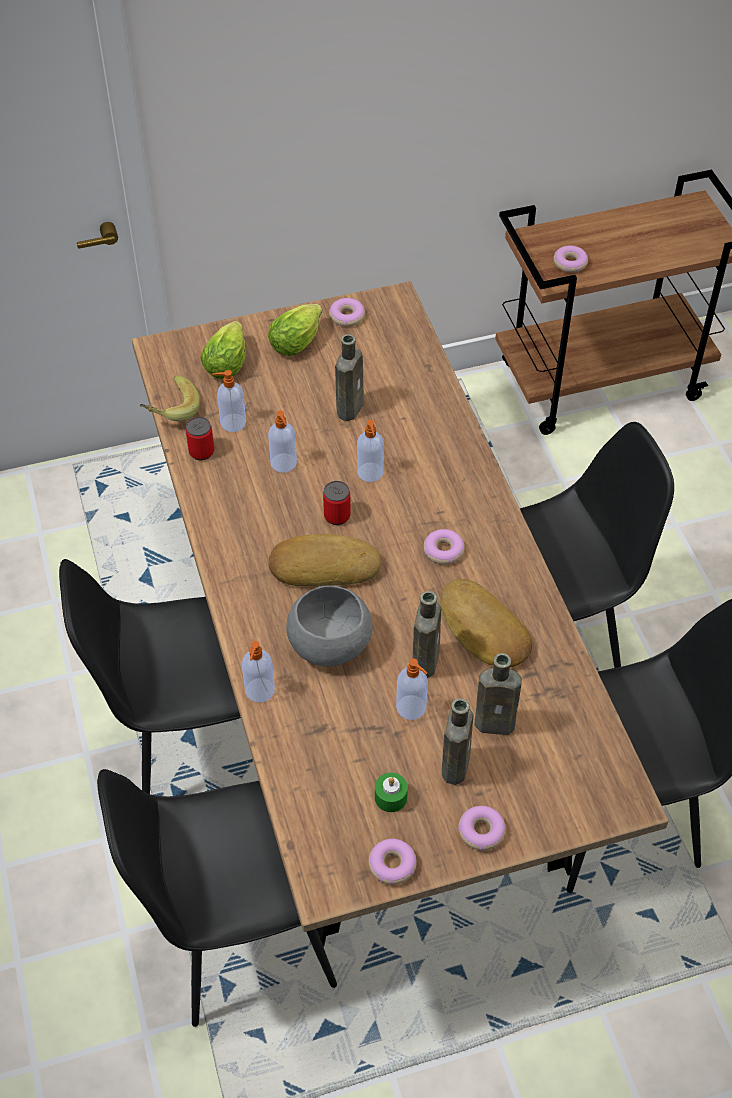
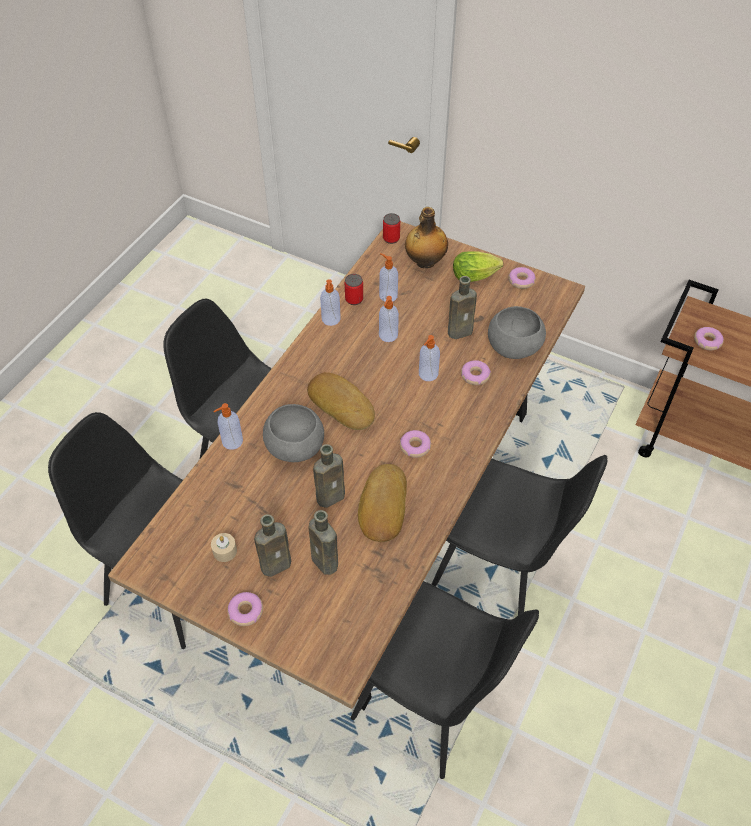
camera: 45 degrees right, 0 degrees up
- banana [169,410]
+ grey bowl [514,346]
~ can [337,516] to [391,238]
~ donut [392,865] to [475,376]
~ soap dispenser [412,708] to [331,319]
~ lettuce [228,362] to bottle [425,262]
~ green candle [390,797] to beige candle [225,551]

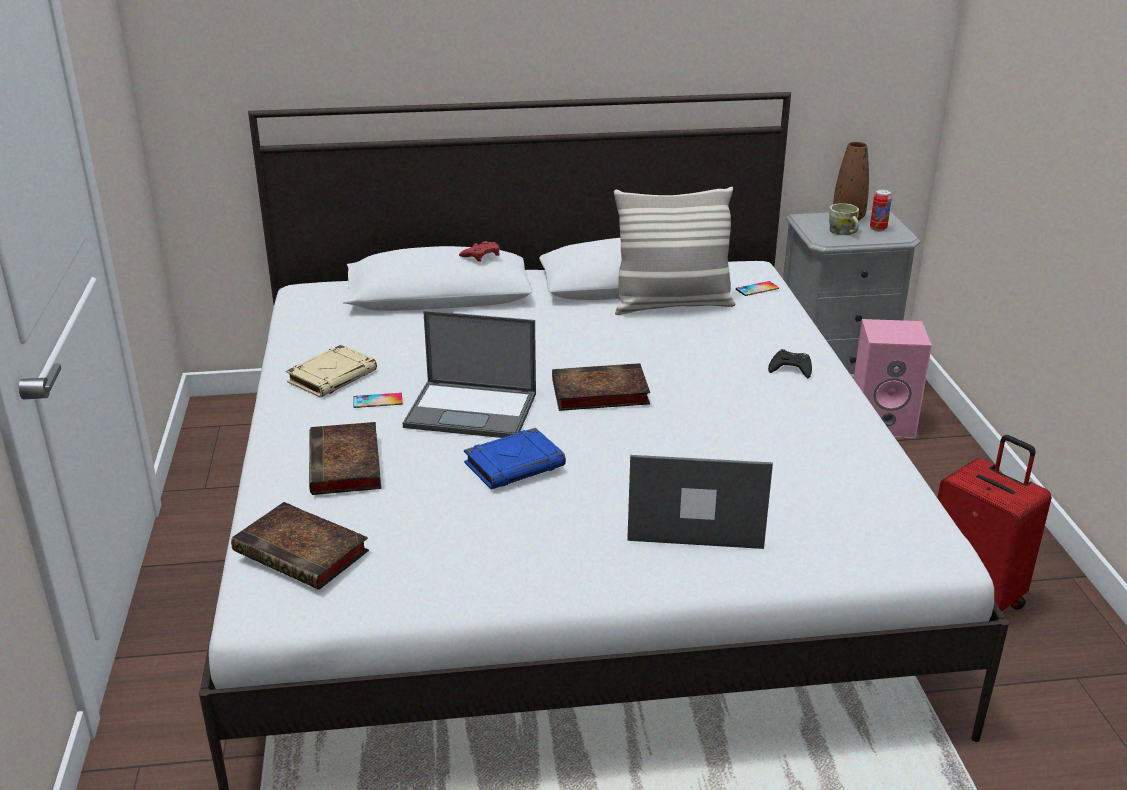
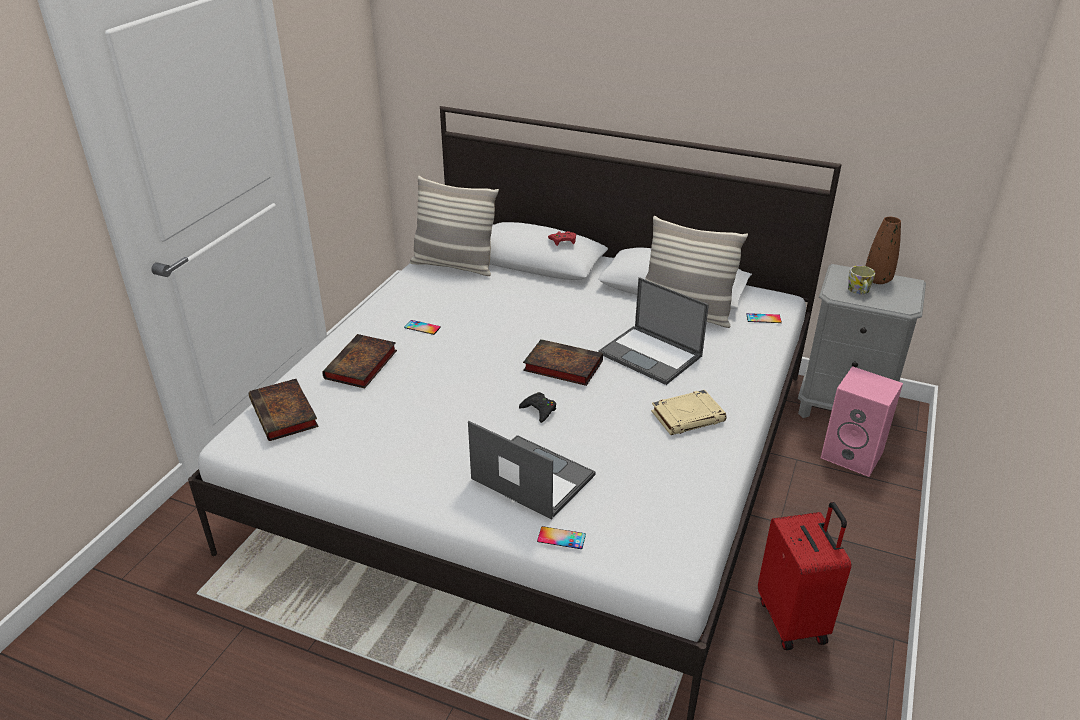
camera: 30 degrees right, 5 degrees up
- blue book [515,464]
- can [878,229]
+ pillow [454,265]
+ phone [561,538]
~ beige book [332,376] to [688,416]
~ laptop [473,410] to [651,355]
~ black game controller [791,369] to [539,410]

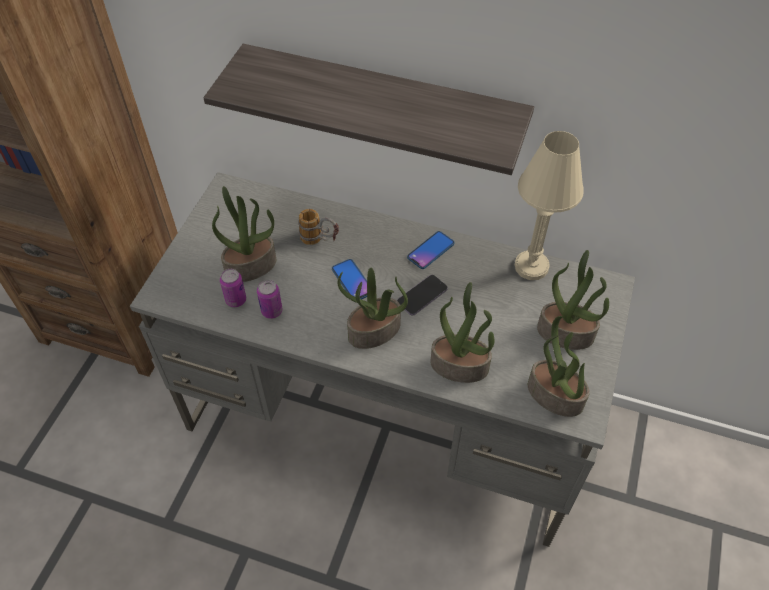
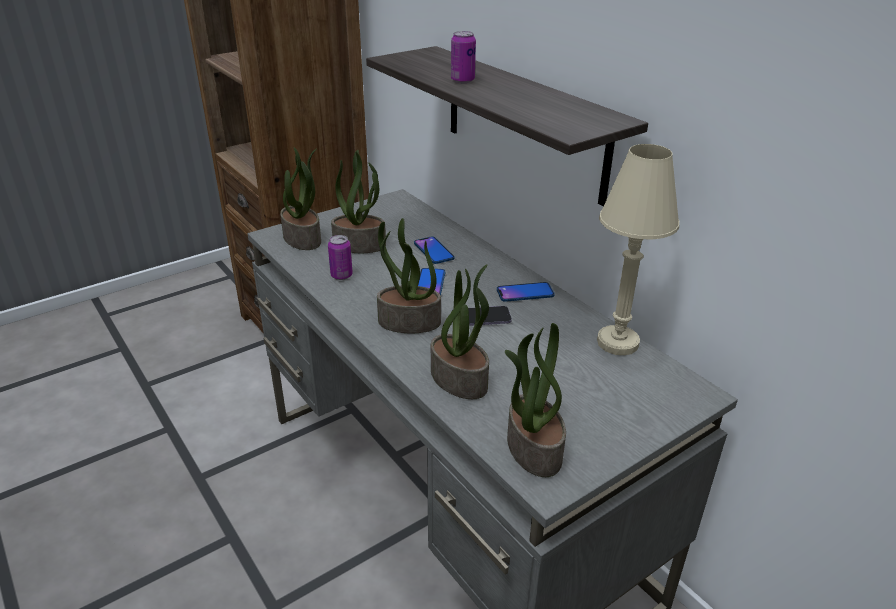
camera: 35 degrees right, 20 degrees down
~ can [236,300] to [462,80]
~ potted plant [566,333] to [303,239]
~ mug [320,240] to phone [433,251]

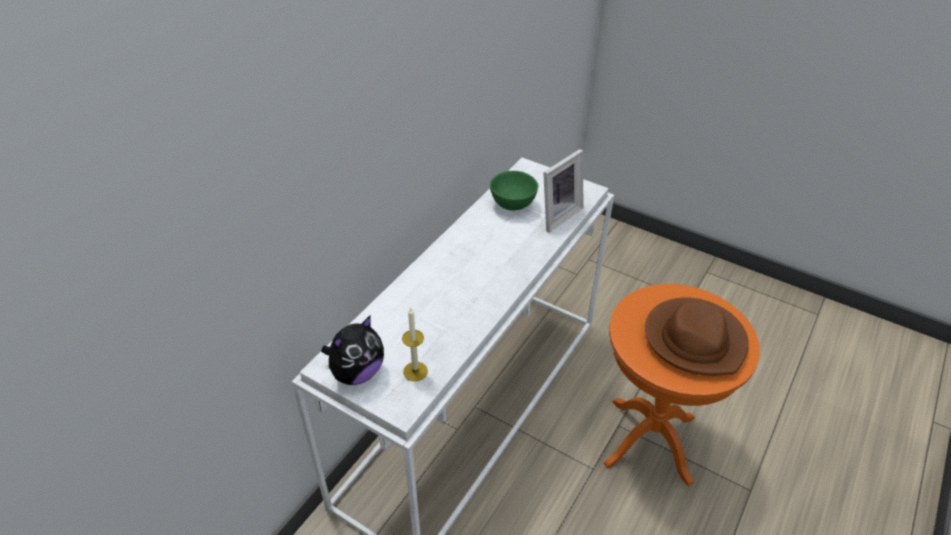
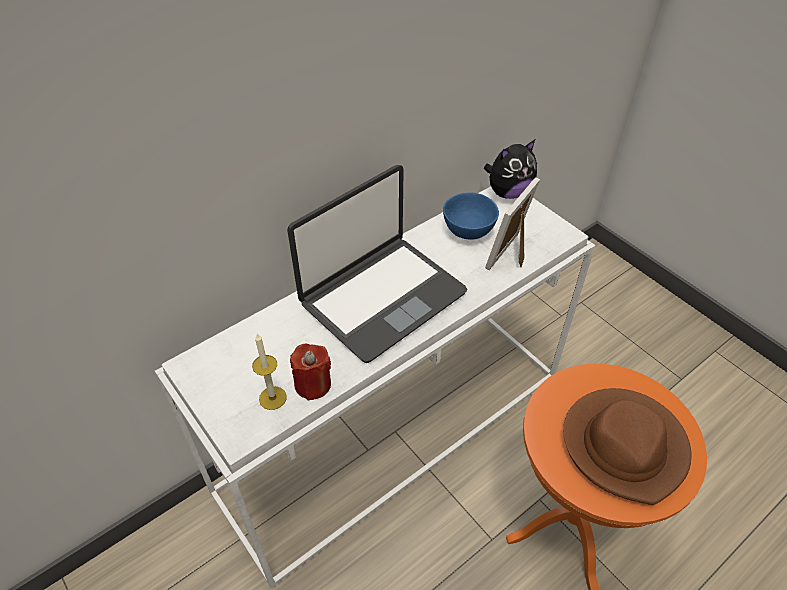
camera: 20 degrees right, 5 degrees up
+ laptop [382,297]
+ red candle [313,384]
~ plush toy [357,373] to [508,192]
~ green bowl [513,205] to blue bowl [469,232]
~ picture frame [557,215] = [512,255] 150 degrees clockwise

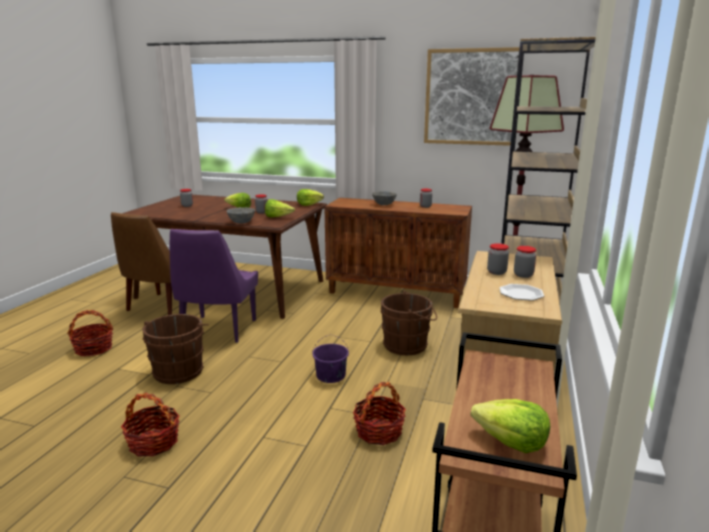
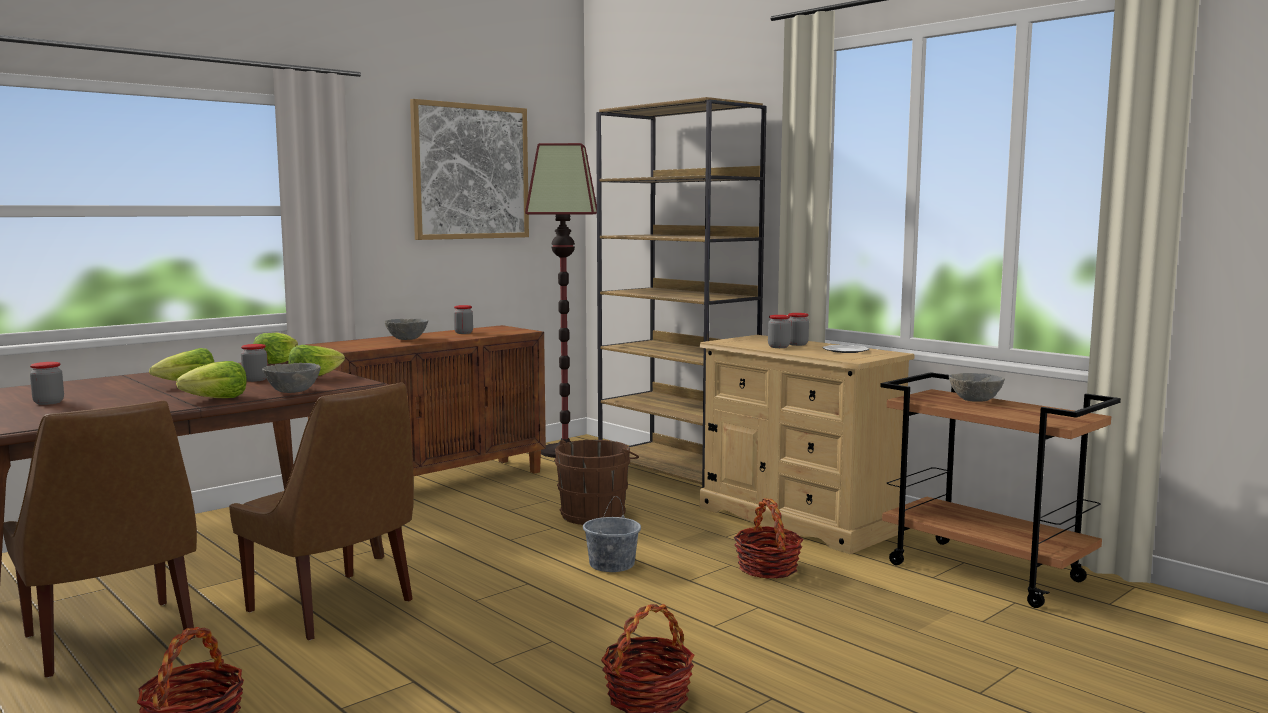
camera: 60 degrees left, 10 degrees down
- brown bucket [179,370]
+ grey bowl [975,400]
~ lettuce [511,442] to [217,399]
~ purple chair [217,330] to brown chair [334,607]
~ purple bucket [331,375] to grey bucket [612,564]

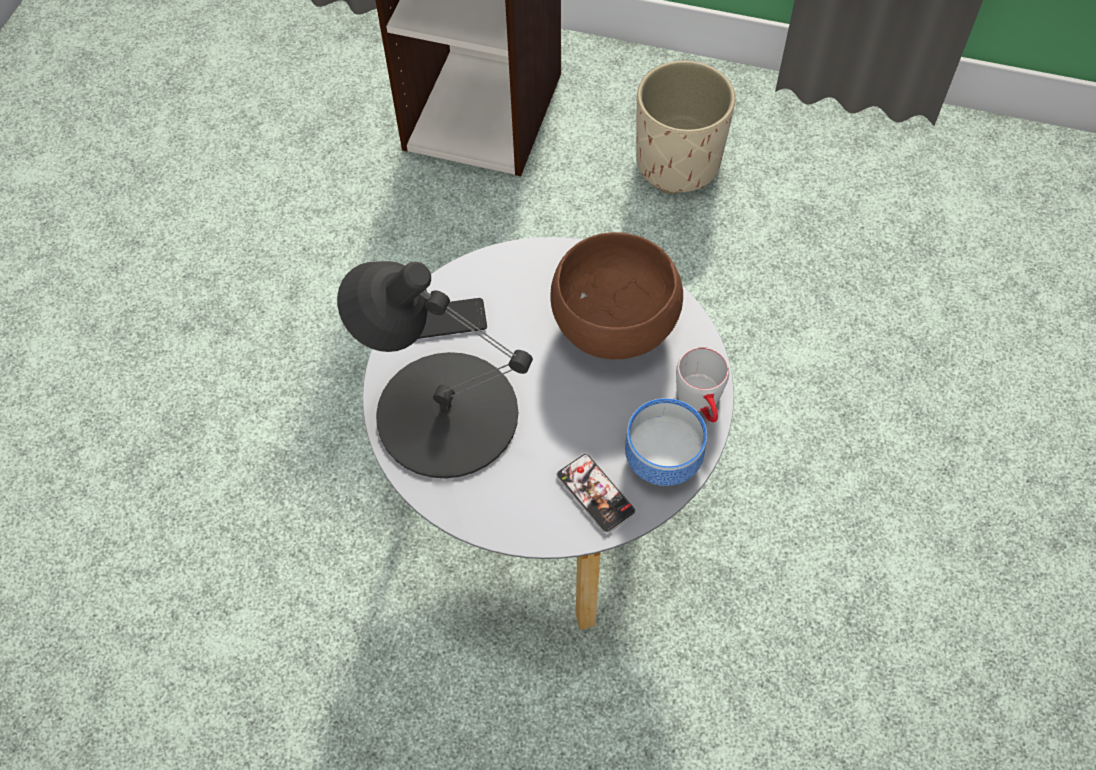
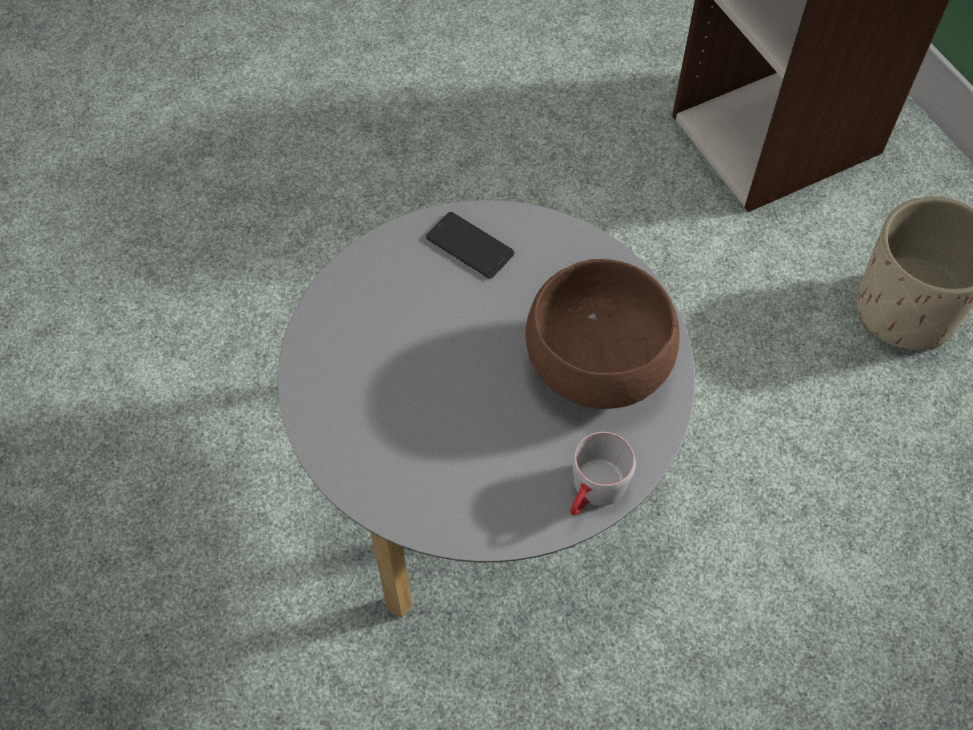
camera: 45 degrees right, 0 degrees up
- black table lamp [445,412]
- phone [595,494]
- bowl [663,455]

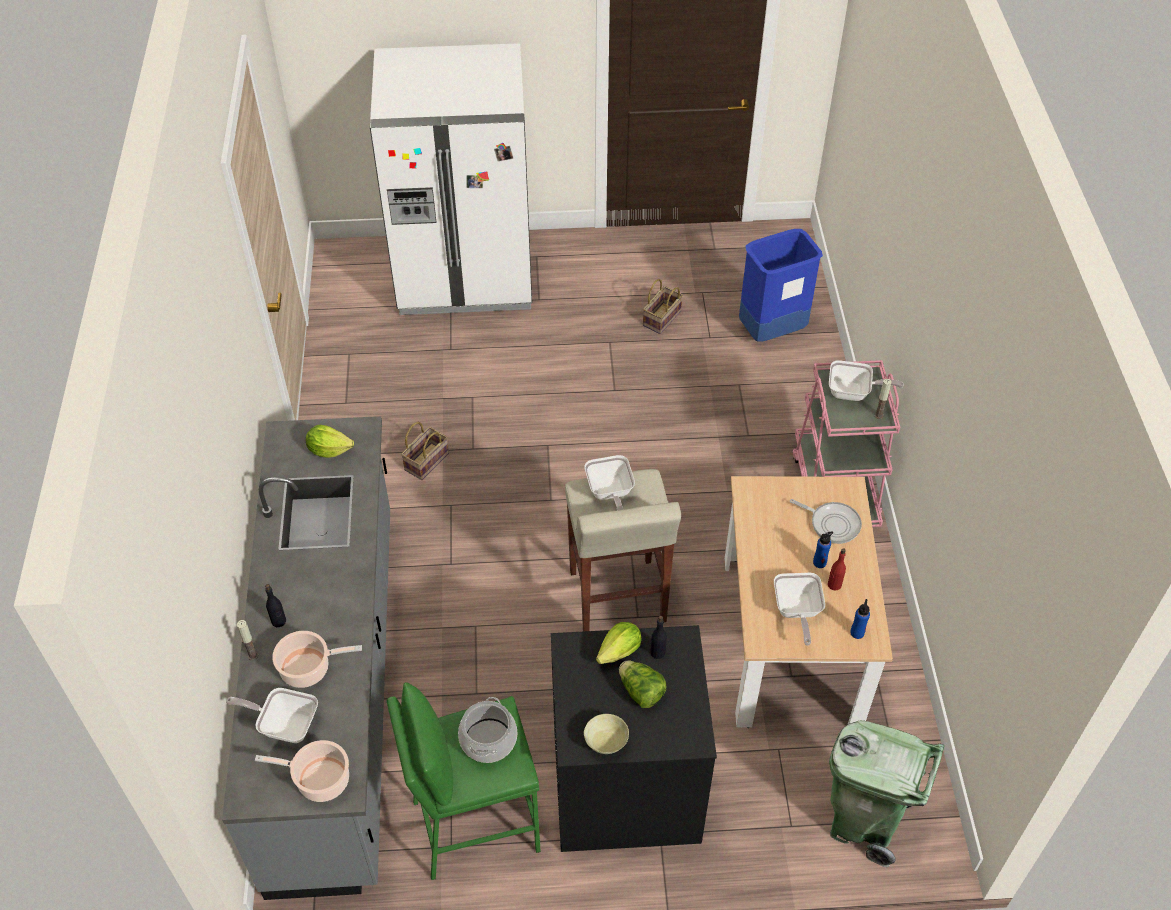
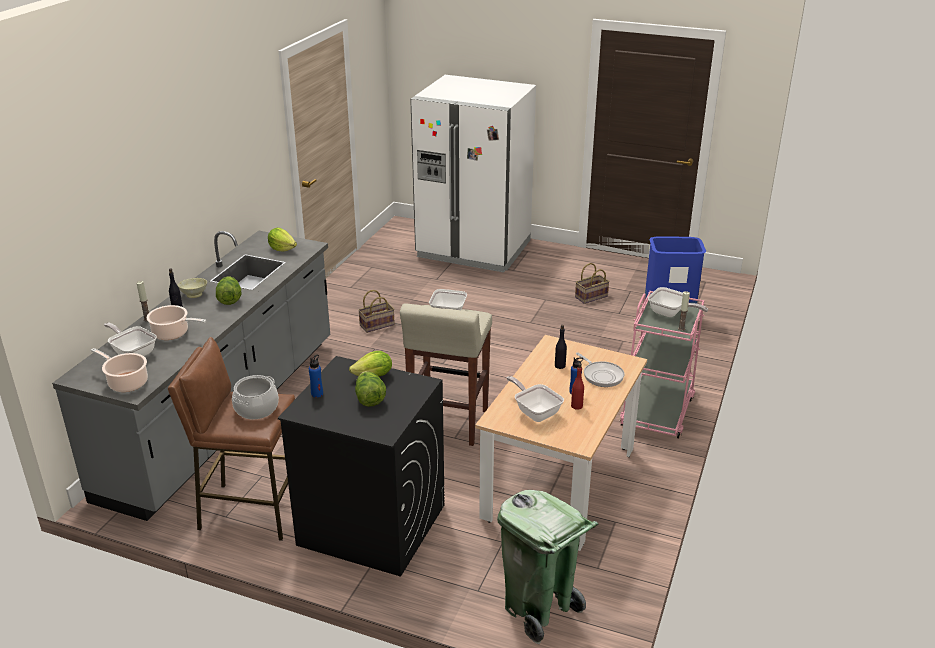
camera: 25 degrees right, 20 degrees down
+ lettuce [229,299]
~ beige bowl [606,742] to [194,295]
~ black bottle [657,652] to [560,366]
~ blue bottle [857,632] to [317,394]
~ green stool [475,824] to brown stool [251,510]
~ frying pan [796,611] = [535,412] 120 degrees clockwise

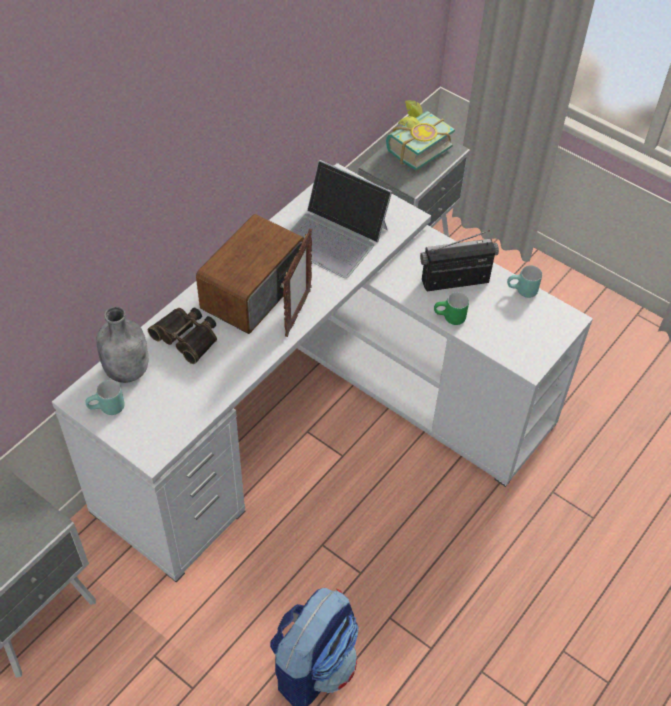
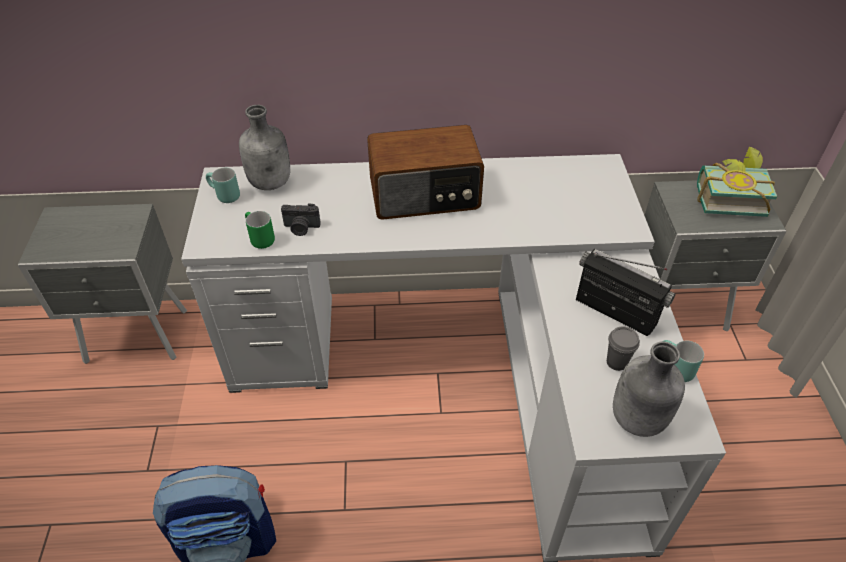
camera: 50 degrees right, 5 degrees down
- binoculars [188,337]
- picture frame [297,313]
- laptop [334,236]
+ photo camera [301,228]
+ grey cup [616,362]
+ grey bottle [637,420]
~ green mug [449,319] to [258,239]

